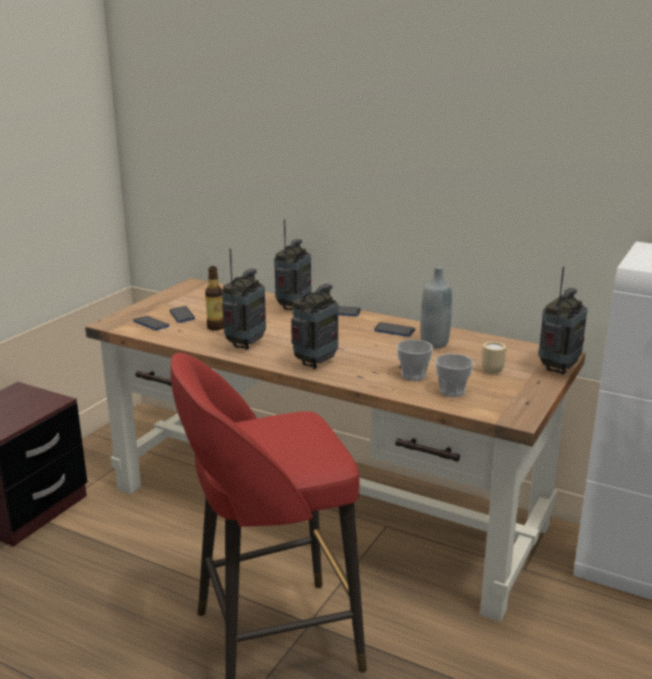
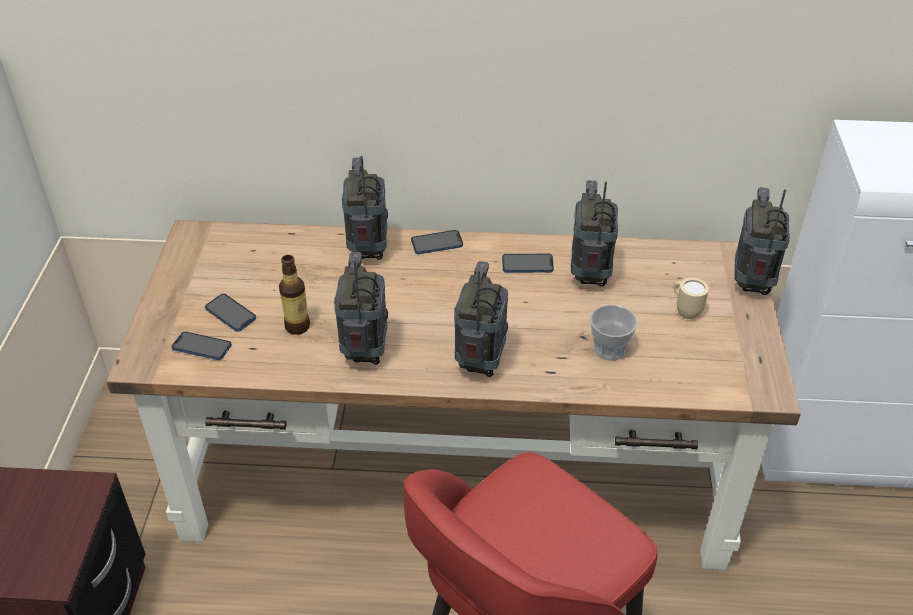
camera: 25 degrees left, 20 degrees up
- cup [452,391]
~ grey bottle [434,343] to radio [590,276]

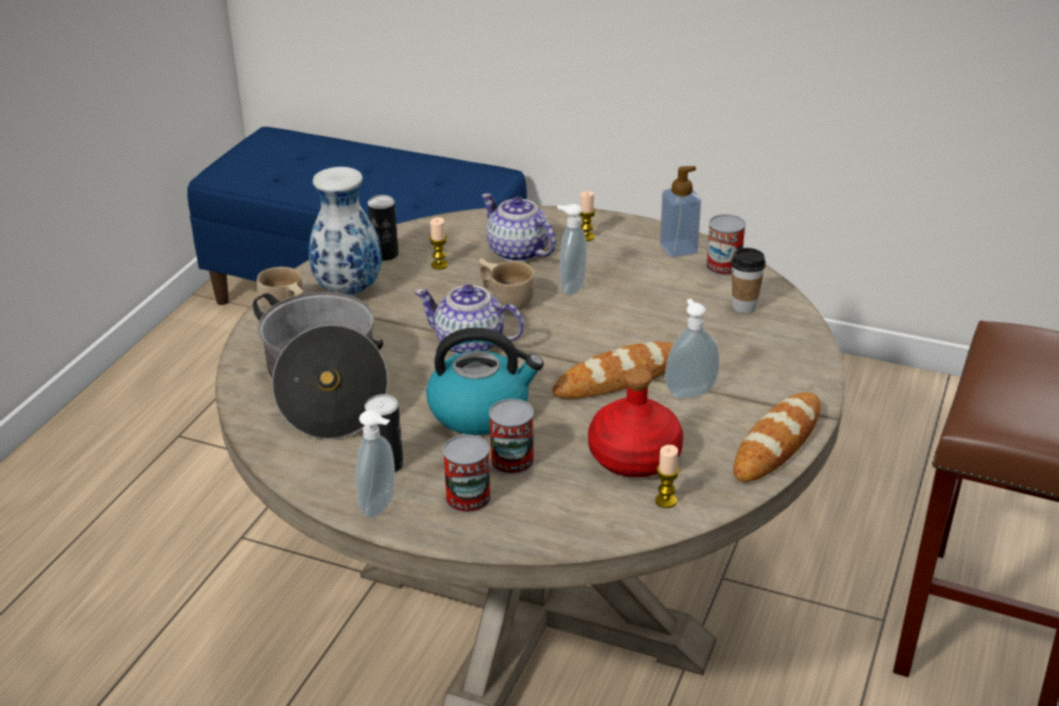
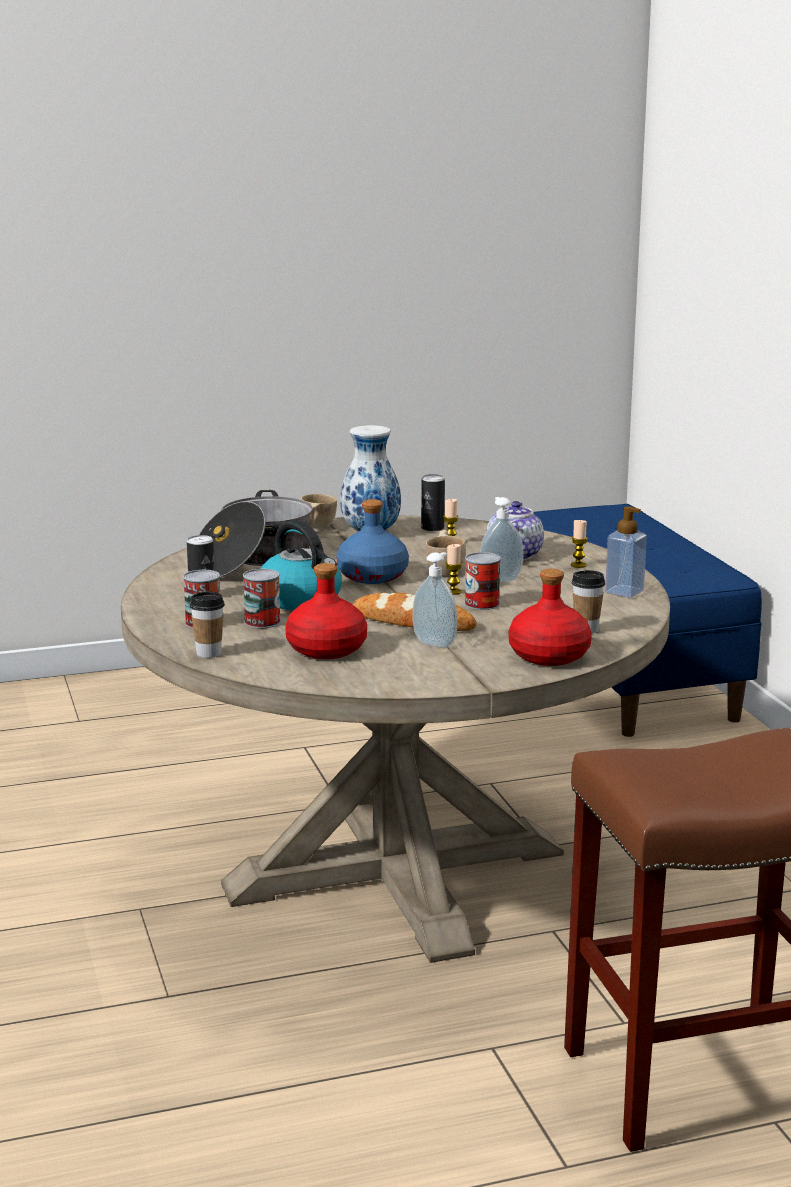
camera: 50 degrees right, 15 degrees down
- soap dispenser [381,506]
- bread [777,443]
+ cup [209,653]
+ red bottle [548,655]
~ candle [666,501] to [453,592]
~ can [723,266] to [482,604]
~ teapot [470,344] to blue bottle [372,576]

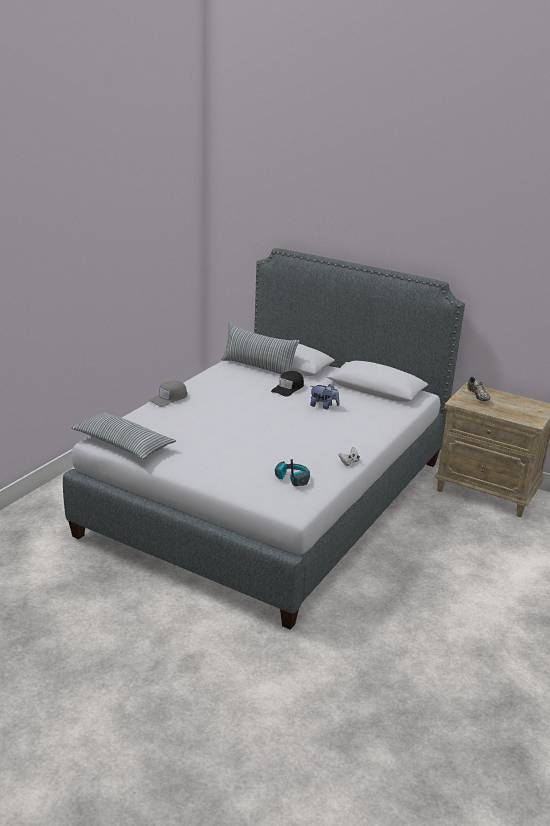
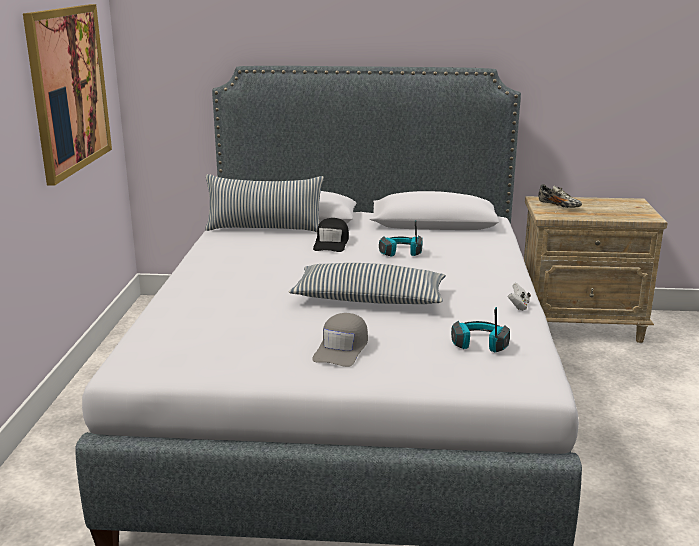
camera: 25 degrees left, 5 degrees down
+ picture [69,89]
~ pillow [123,444] to [369,299]
~ grey cap [169,398] to [342,349]
~ plush toy [323,406] to headphones [400,253]

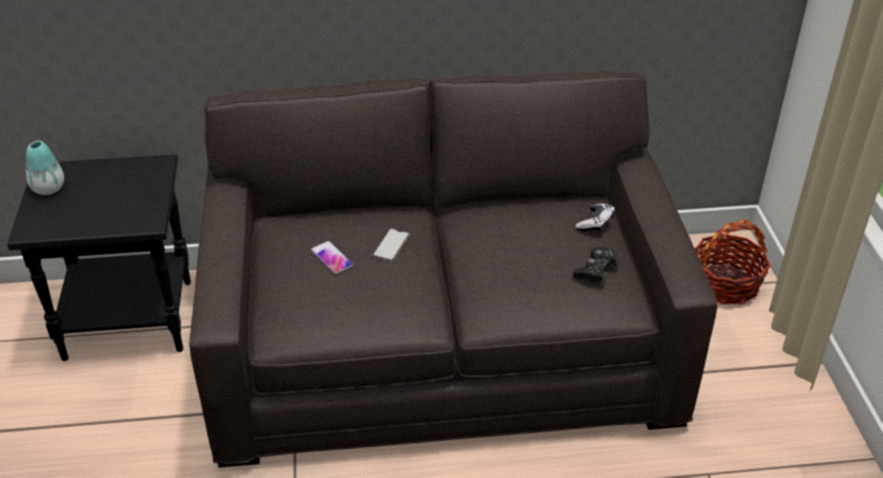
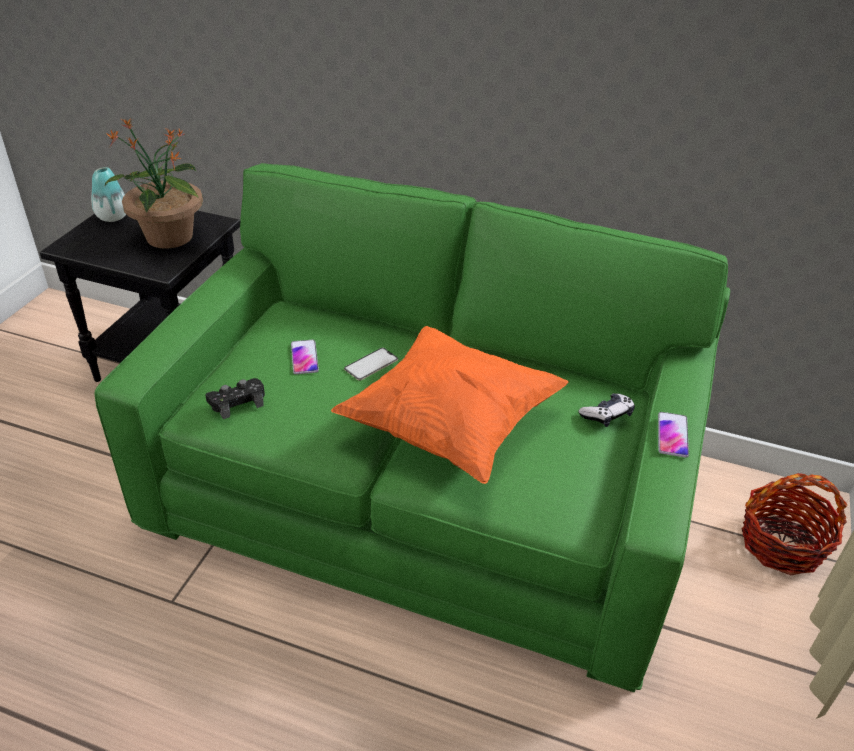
camera: 25 degrees right, 0 degrees up
+ potted plant [169,238]
+ orange pillow [450,426]
+ phone [672,435]
~ black game controller [596,271] to [237,402]
~ grey sofa [441,345] to green sofa [424,492]

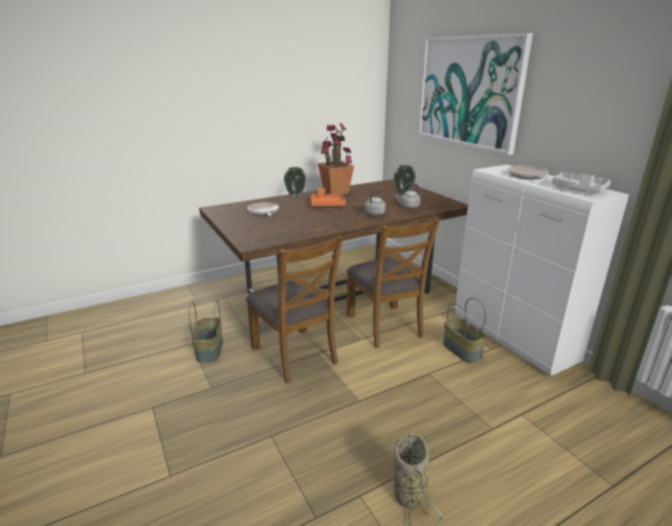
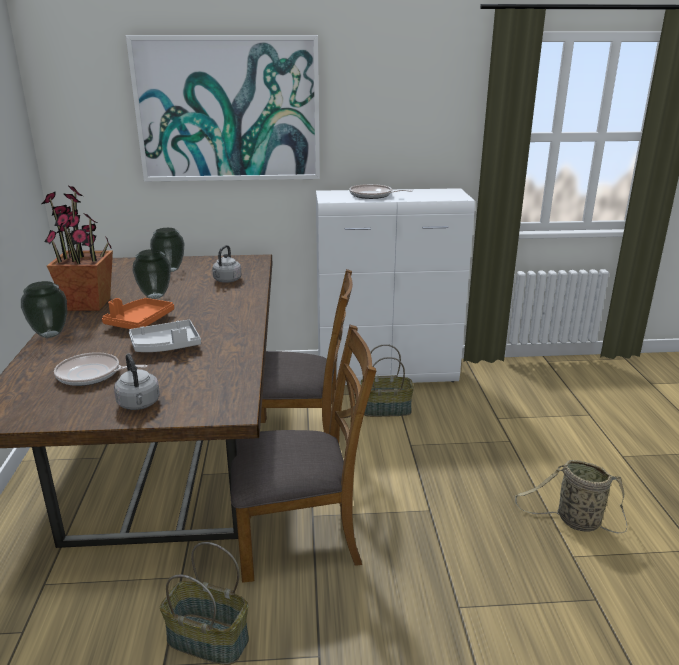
camera: 65 degrees left, 0 degrees up
+ vase [154,296]
~ grey kettle [374,214] to [139,404]
~ grey tray [578,190] to [166,346]

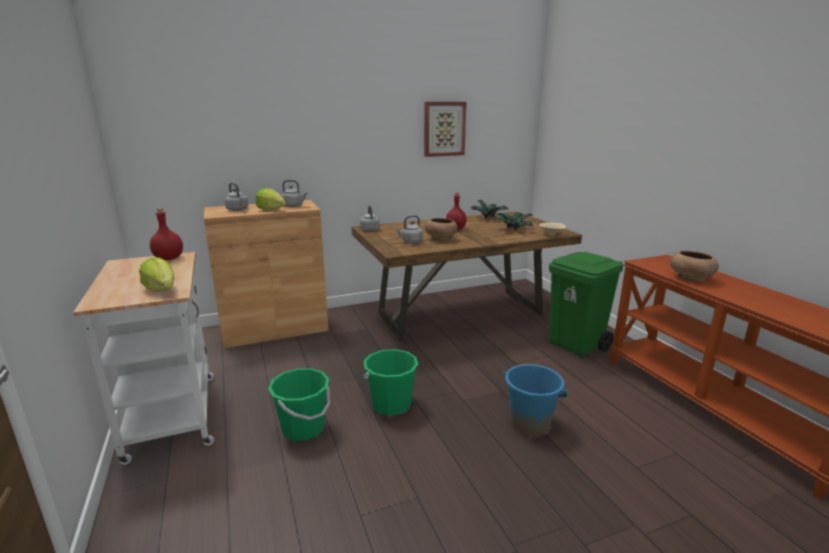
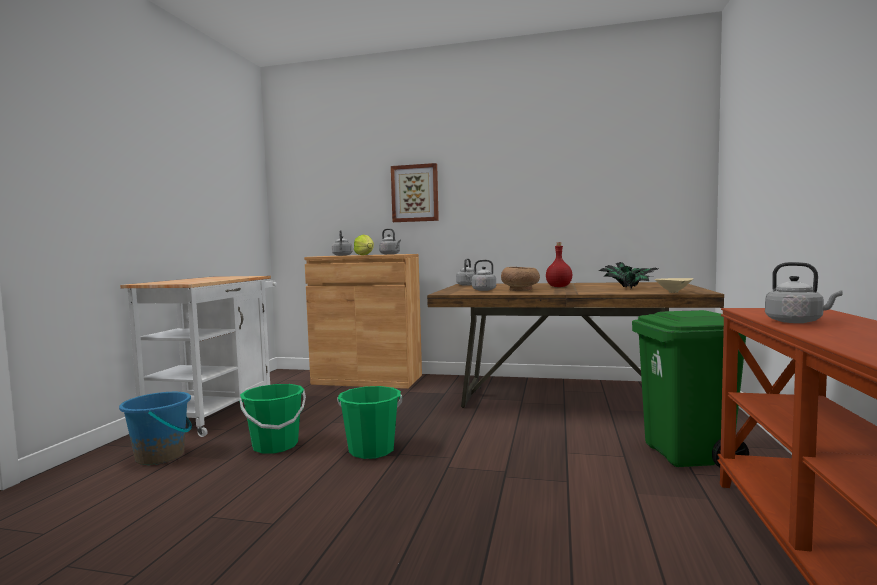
camera: 35 degrees right, 15 degrees down
- lettuce [161,290]
- red bottle [169,258]
~ picture [444,129] to [415,193]
~ blue bucket [530,423] to [160,456]
~ brown bowl [690,277] to grey kettle [796,321]

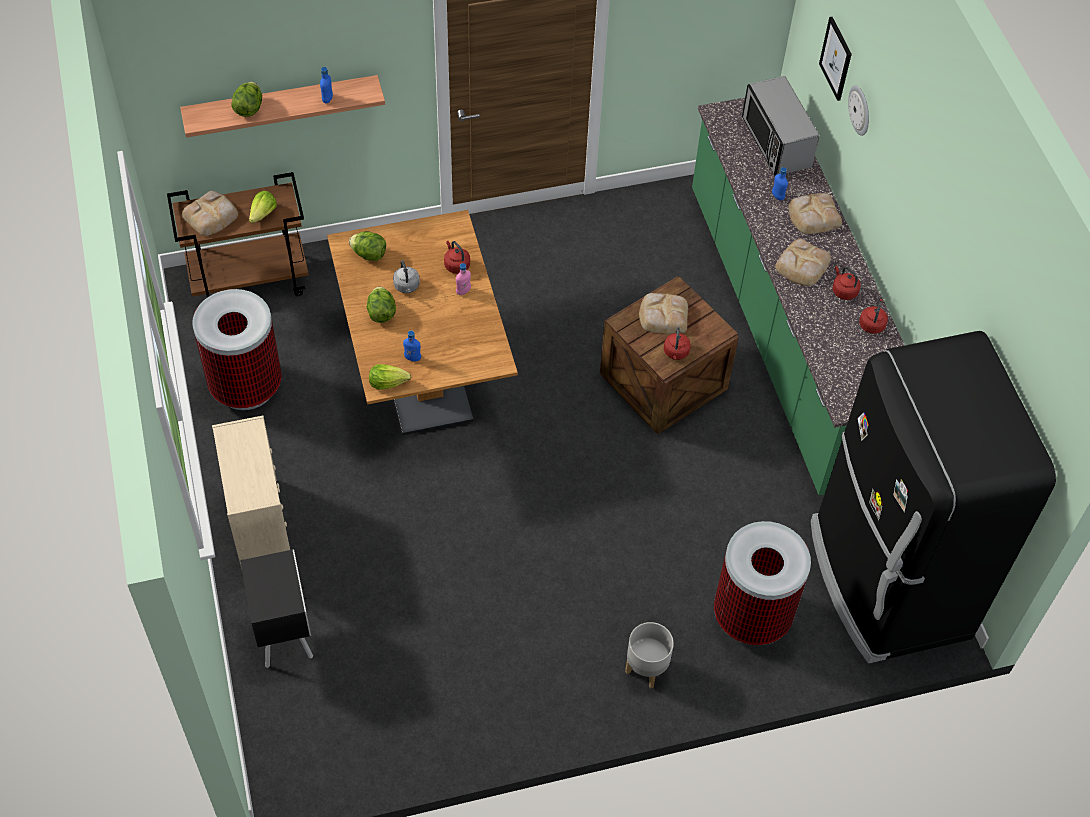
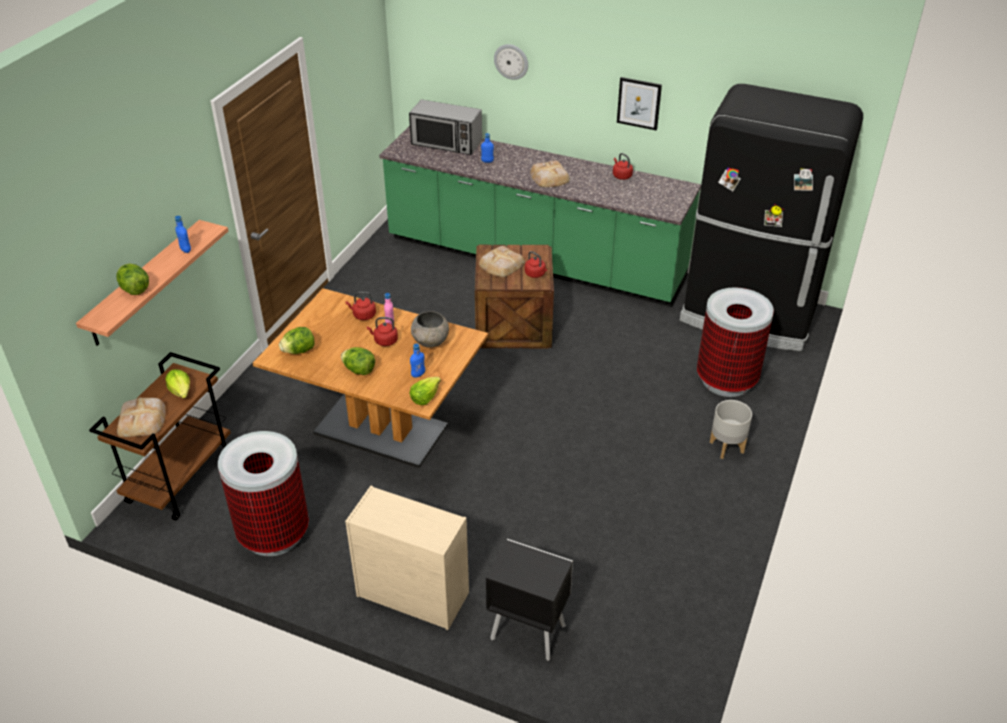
camera: 50 degrees left, 15 degrees down
- grey kettle [407,287]
- bread [813,216]
+ grey bowl [431,342]
~ picture [836,58] to [639,103]
~ red kettle [843,291] to [384,341]

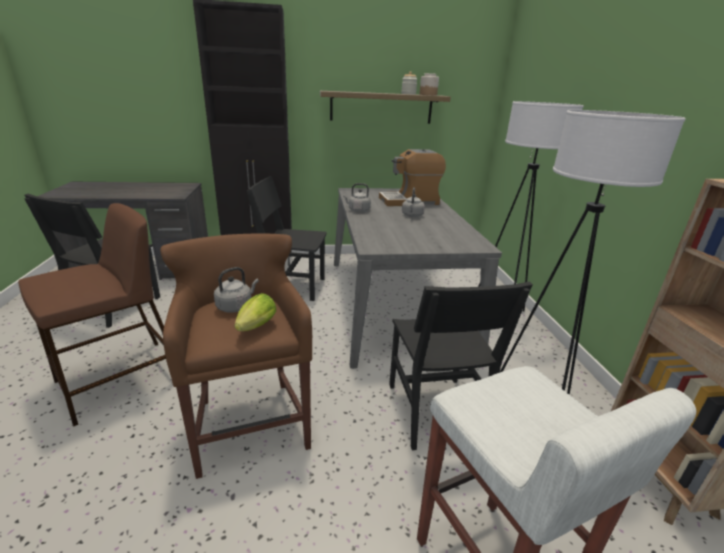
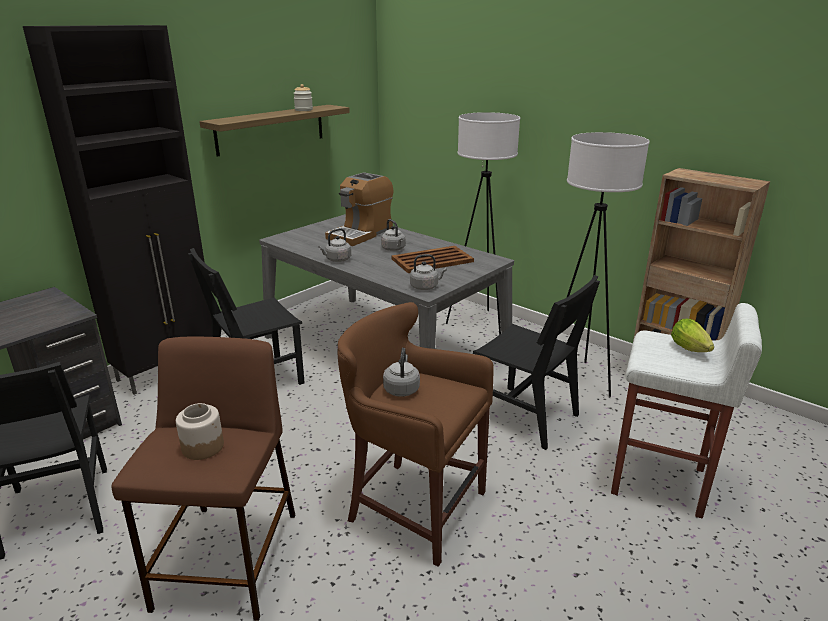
camera: 40 degrees left, 0 degrees up
+ brown tray [431,260]
+ grey kettle [425,287]
~ lettuce [255,328] to [691,350]
~ jar [428,95] to [203,446]

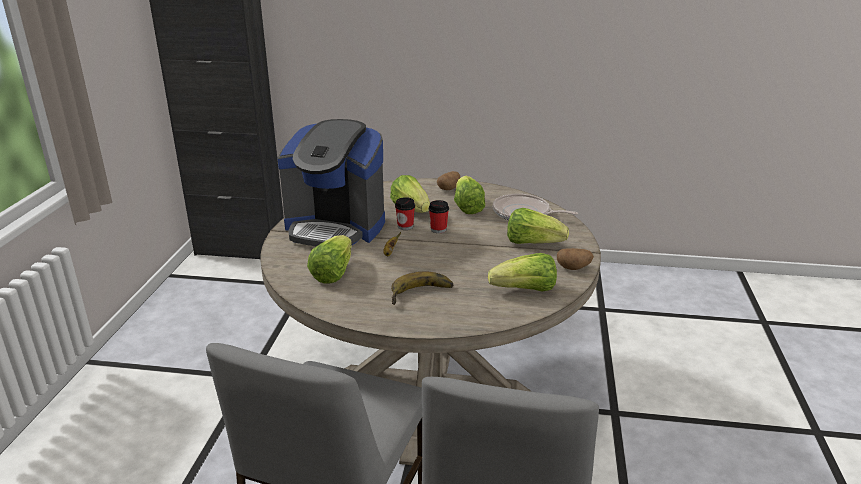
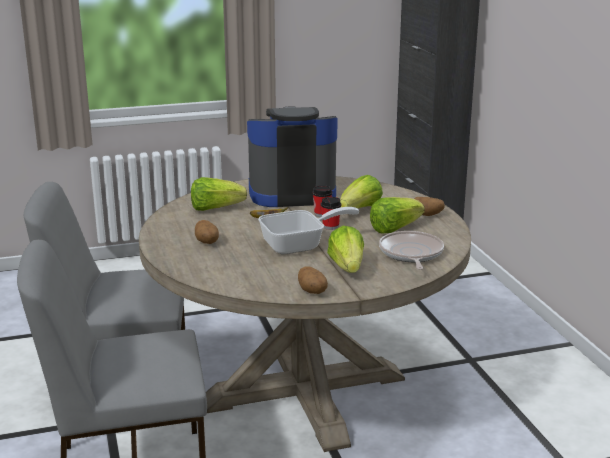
camera: 65 degrees right, 5 degrees down
- lettuce [525,290]
+ frying pan [300,245]
~ banana [422,294] to potato [207,242]
~ coffee machine [335,227] = [291,193] 90 degrees clockwise

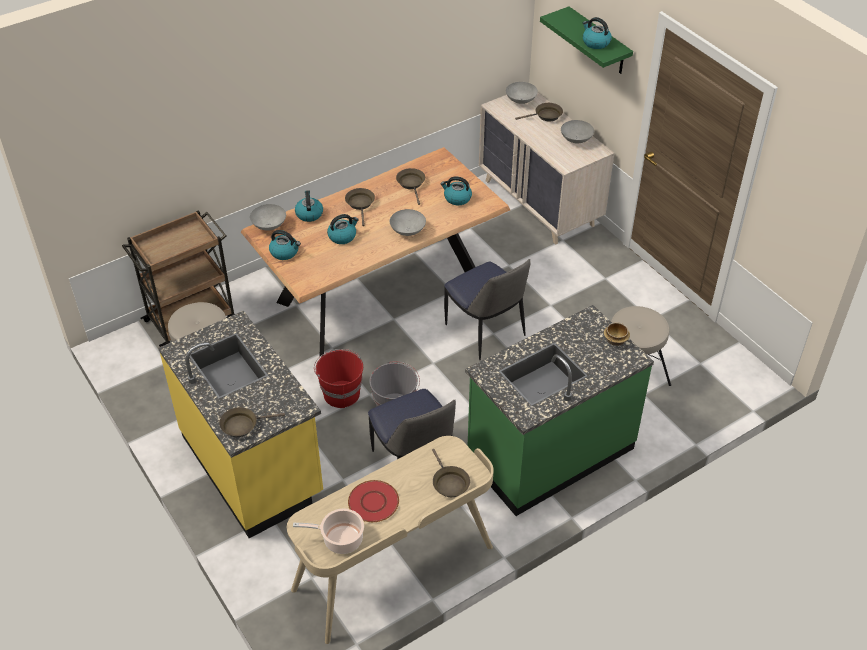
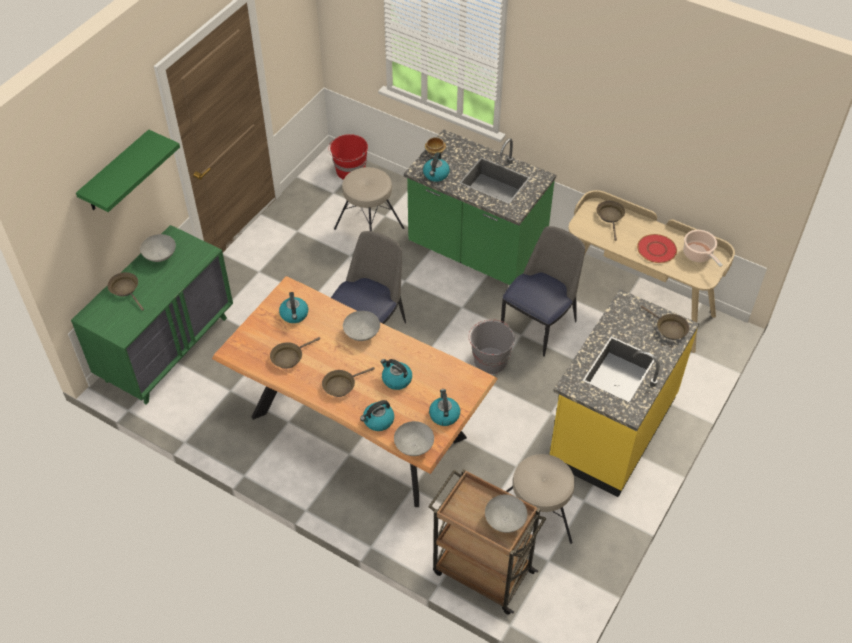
camera: 115 degrees left, 5 degrees up
~ red bucket [341,393] to [350,171]
~ grey bowl [521,100] to [504,520]
~ kettle [595,42] to [436,174]
~ beige dresser [539,203] to green dresser [167,348]
~ brown frying pan [449,483] = [610,217] 45 degrees counterclockwise

